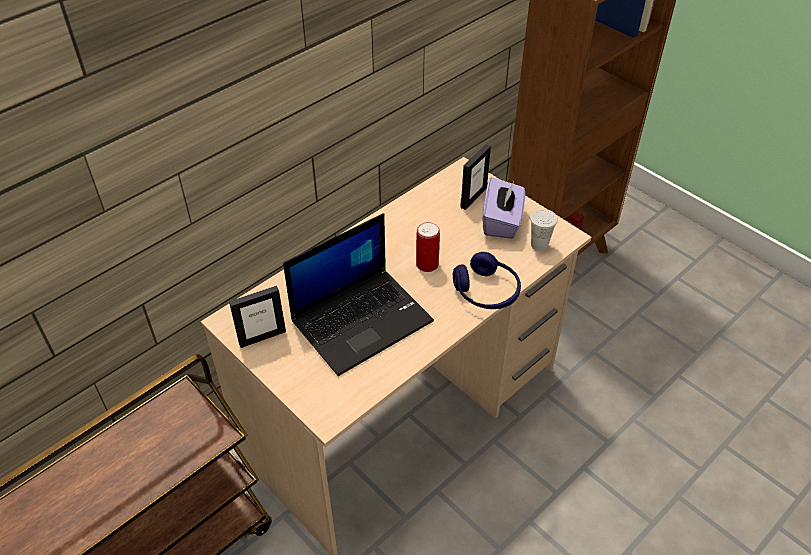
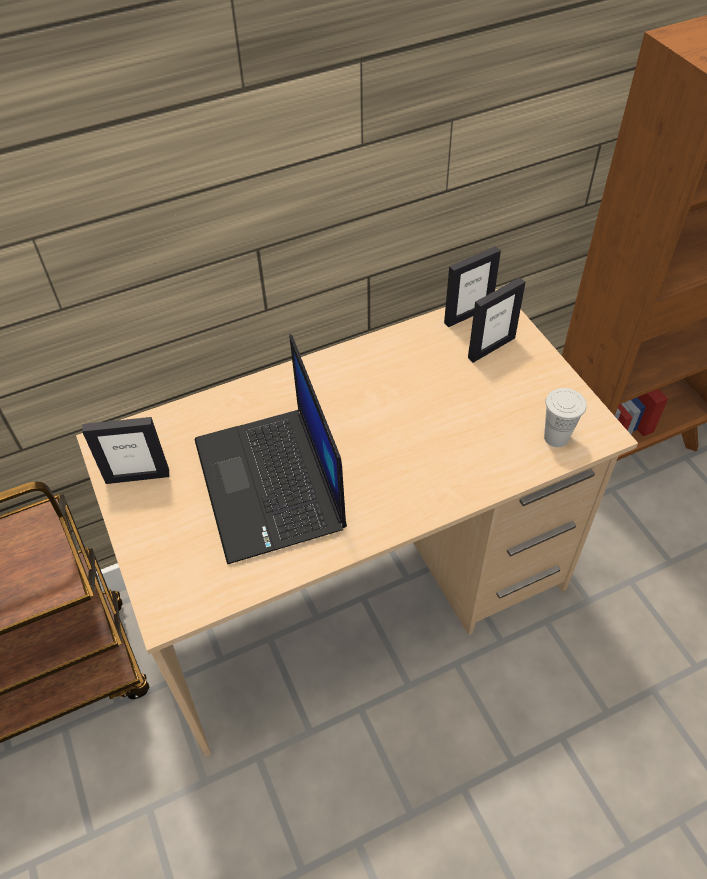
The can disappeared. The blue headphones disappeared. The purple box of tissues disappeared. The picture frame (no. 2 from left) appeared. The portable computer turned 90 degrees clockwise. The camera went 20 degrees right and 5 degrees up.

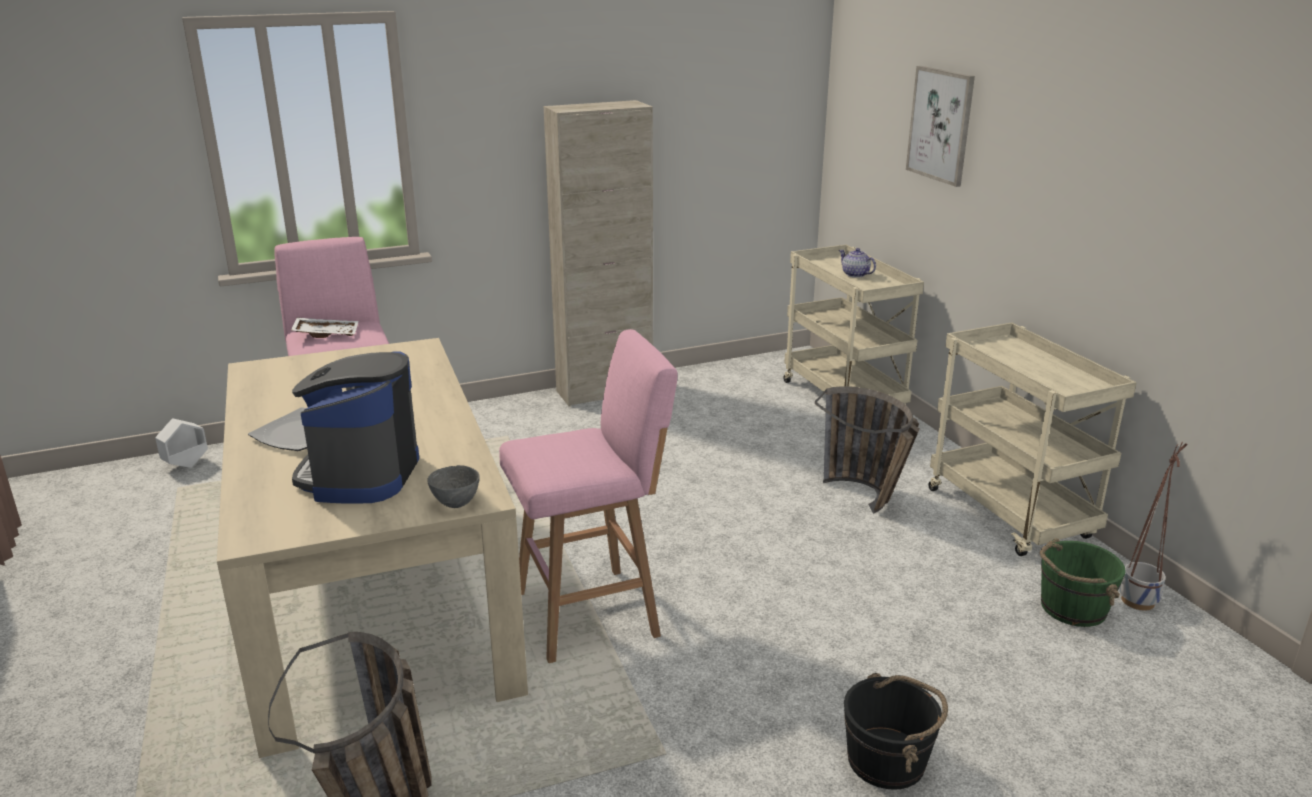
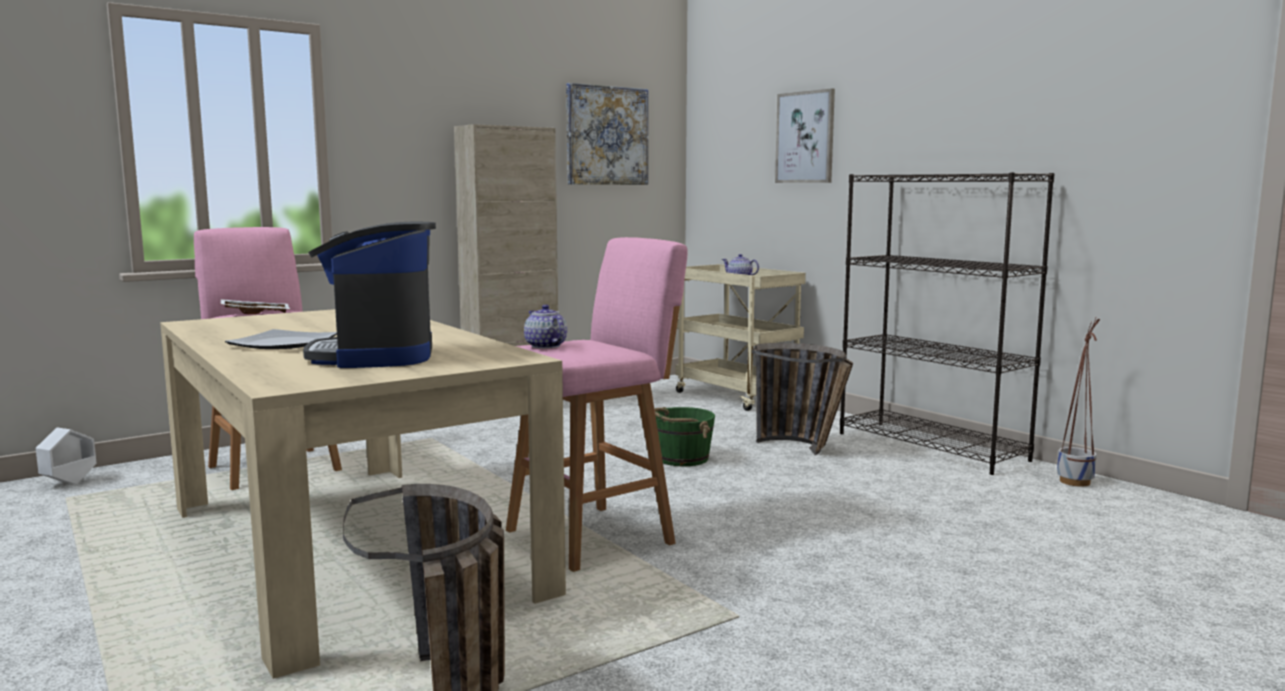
The gray deep dish disappeared. The blackish water bucket disappeared. The tea pot (no. 1 from left) appeared. The wall art (no. 1 from left) appeared. The greenish water bucket moved. The sand-coloured wheeled cart (no. 2 from left) was replaced by the blackish shelving unit. The camera went 15 degrees left and 15 degrees down.

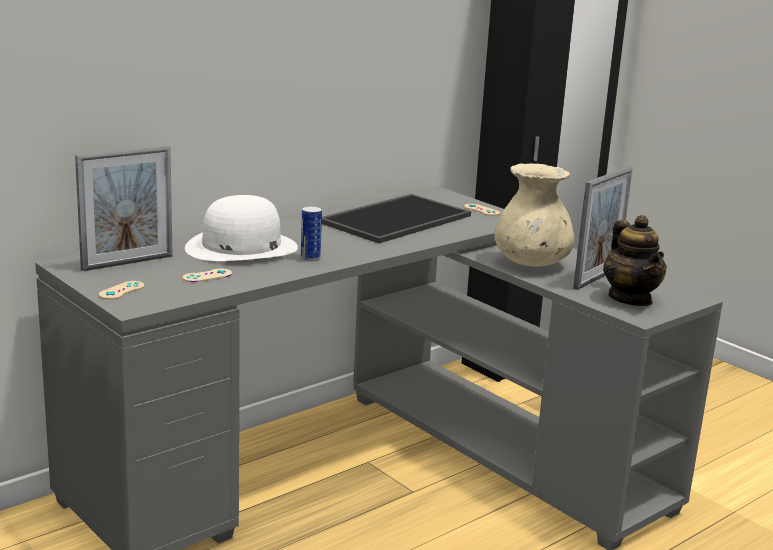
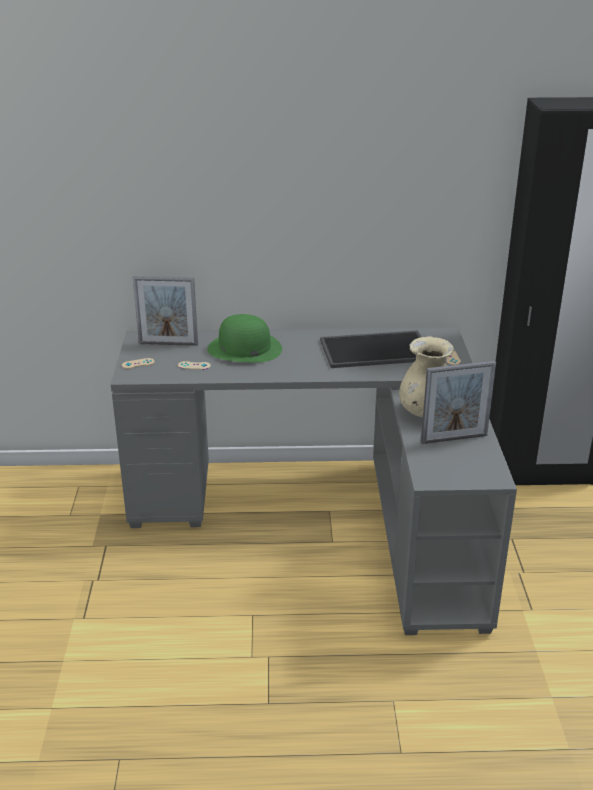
The can disappeared. The tea pot disappeared. The white-coloured clothing hat became the greenish clothing hat. The camera went 40 degrees right and 10 degrees up.

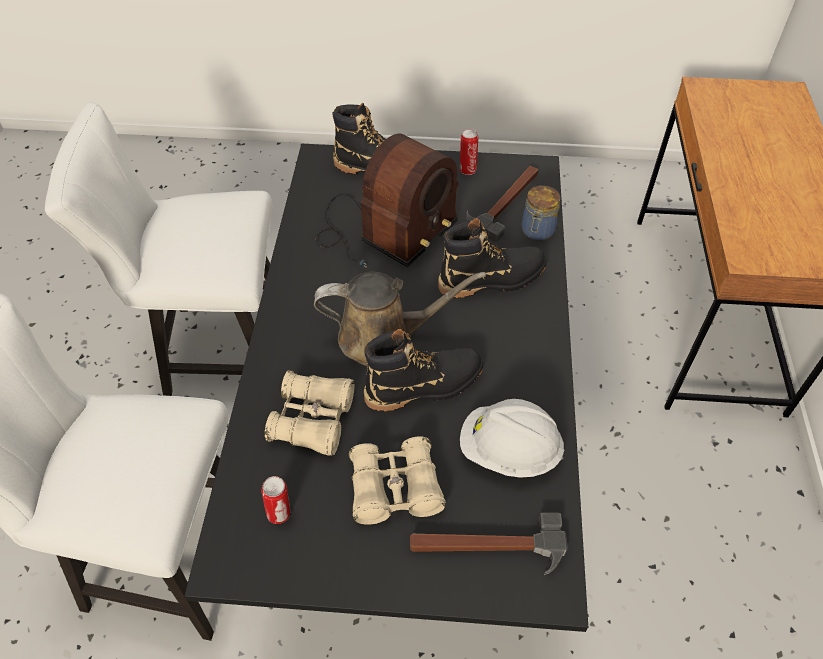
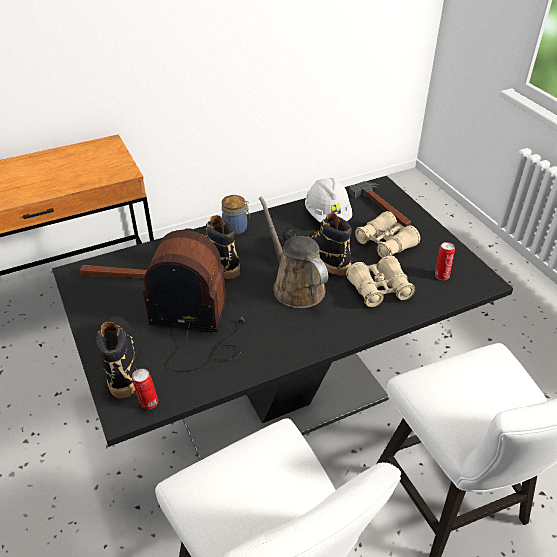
The can (no. 2 from left in the first image) moved. The storage jar moved. The camera went 120 degrees left and 10 degrees down.

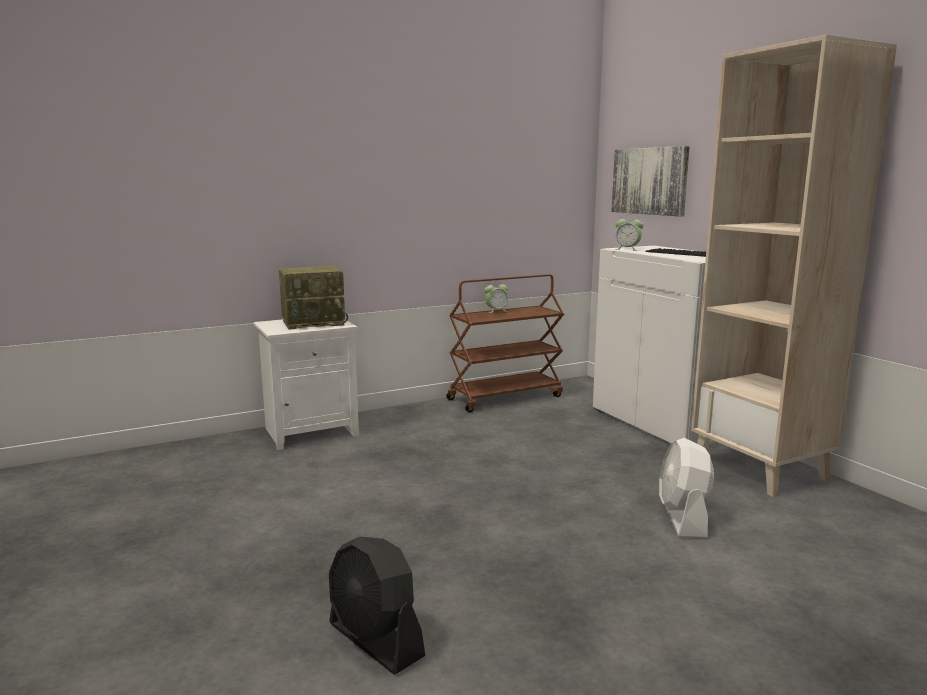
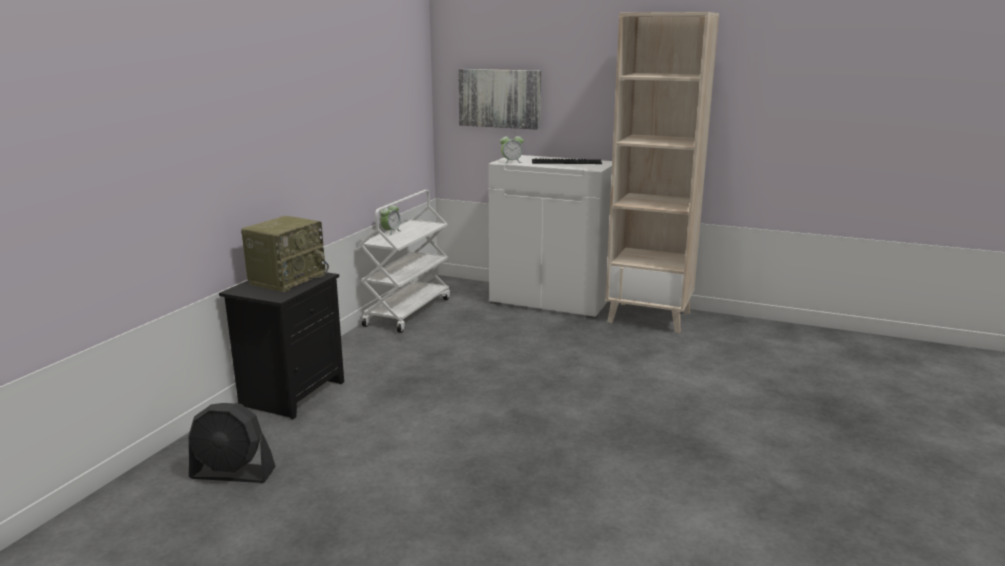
The white-coloured cooling fan disappeared. The blackish cooling fan moved. The white-coloured night table became the blackish night table. The brownish wheeled cart became the white-coloured wheeled cart. The camera went 40 degrees left and 5 degrees up.

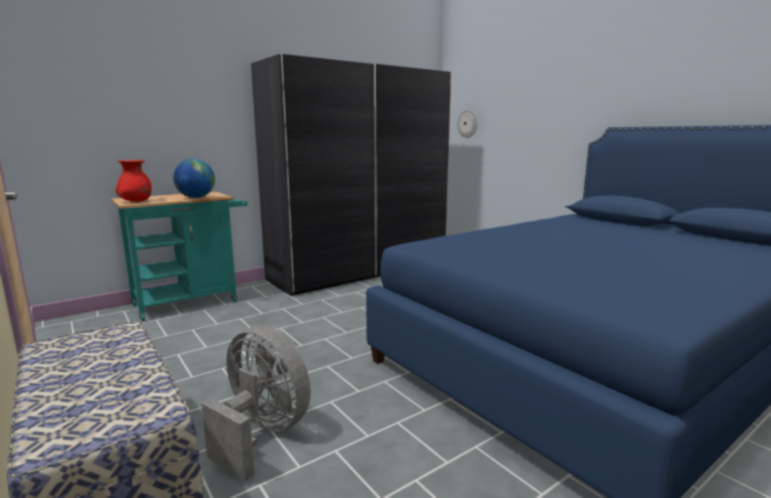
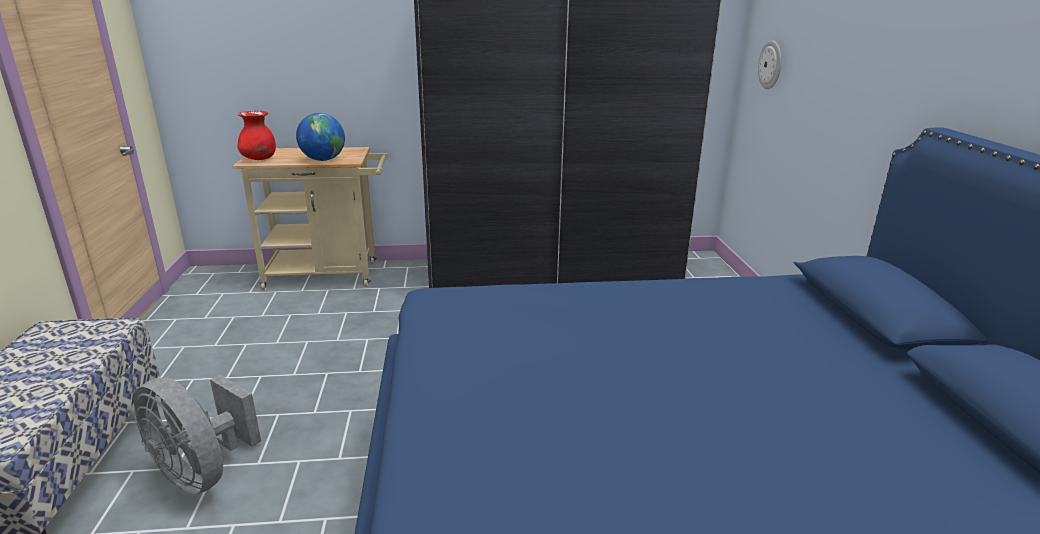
The blue-green wheeled cart became the sand-coloured wheeled cart. The gray cooling fan turned 150 degrees clockwise. The camera went 30 degrees right and 10 degrees up.

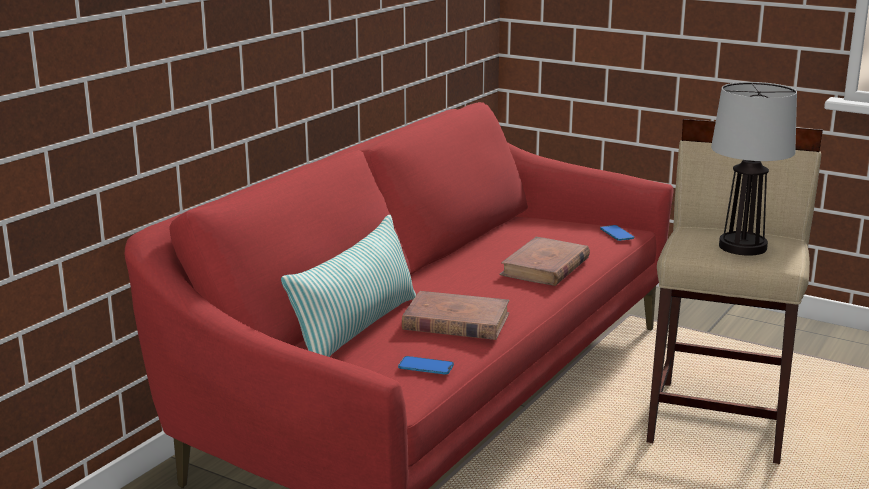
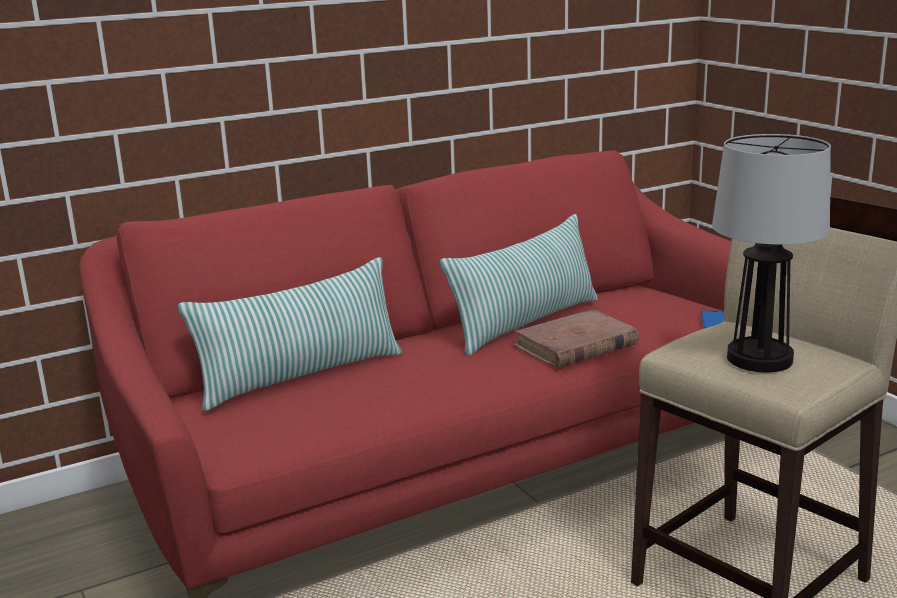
The phone (no. 1 from left) disappeared. The brownish volume (no. 1 from left) disappeared. The pillow (no. 2 from left) appeared. The camera went 30 degrees right and 0 degrees up.

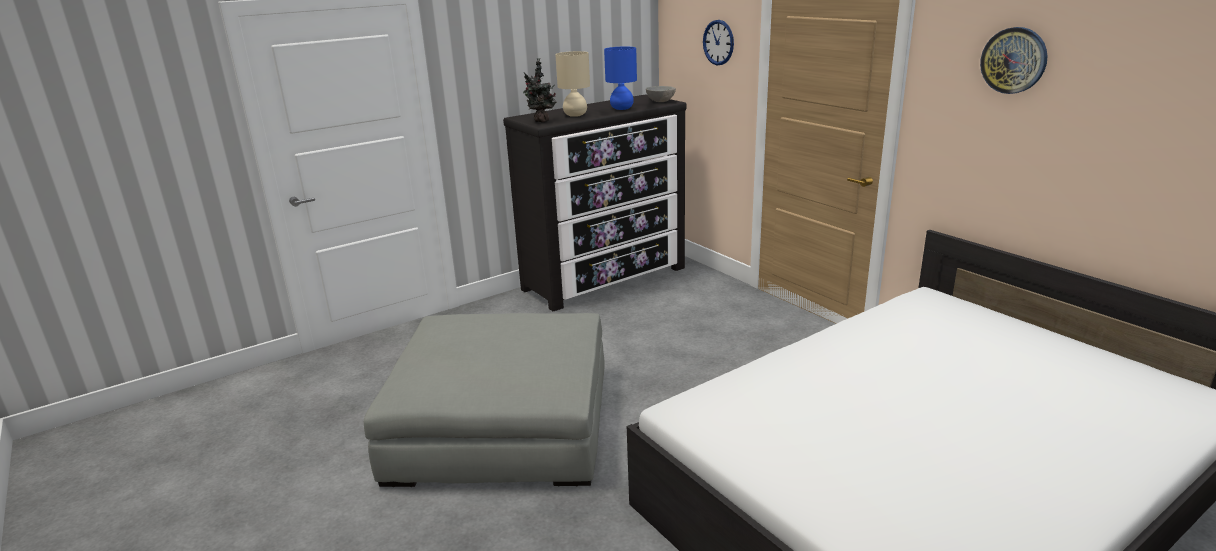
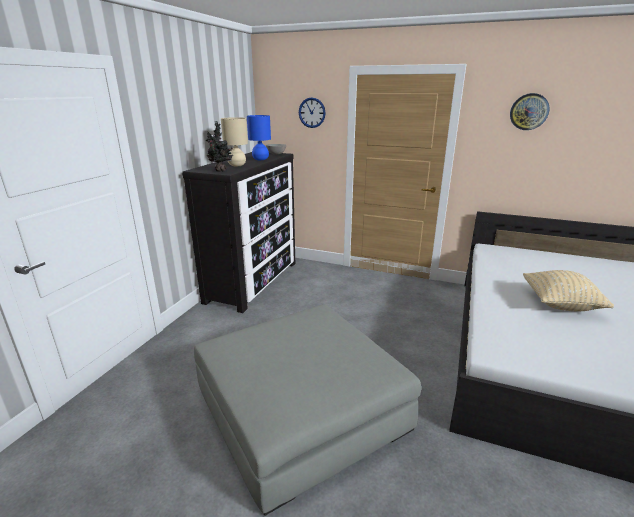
The sand-coloured pillow appeared. The camera went 35 degrees left and 0 degrees up.

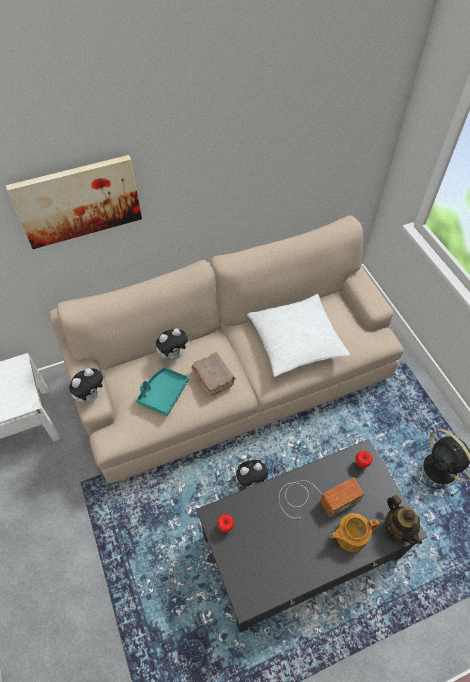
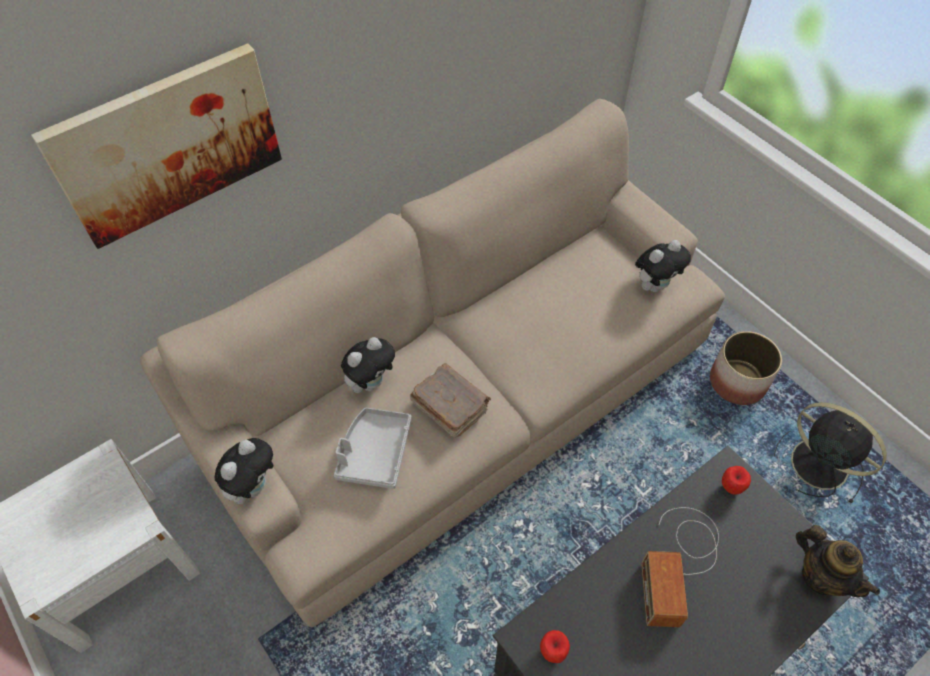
The white-coloured pillow disappeared. The tea pot (no. 1 from left) disappeared. The flower pot appeared. The plush toy (no. 3 from left) moved. The blue-green tray became the gray tray. The radio turned 135 degrees clockwise. The camera went 15 degrees left and 0 degrees up.

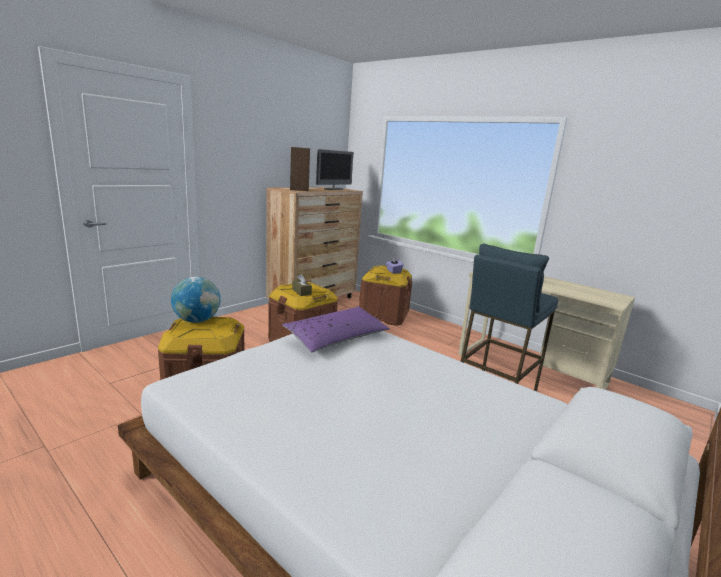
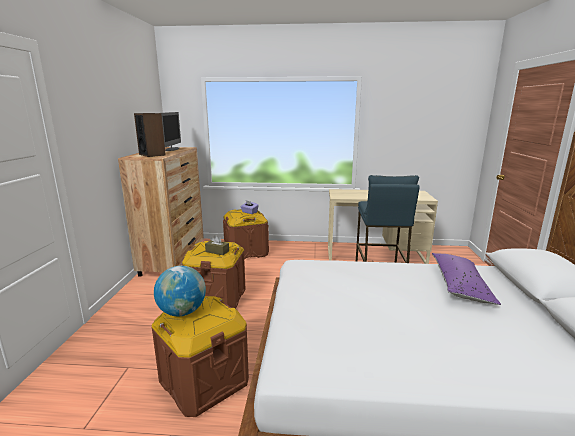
The purple pillow moved. The camera went 35 degrees left and 0 degrees up.

